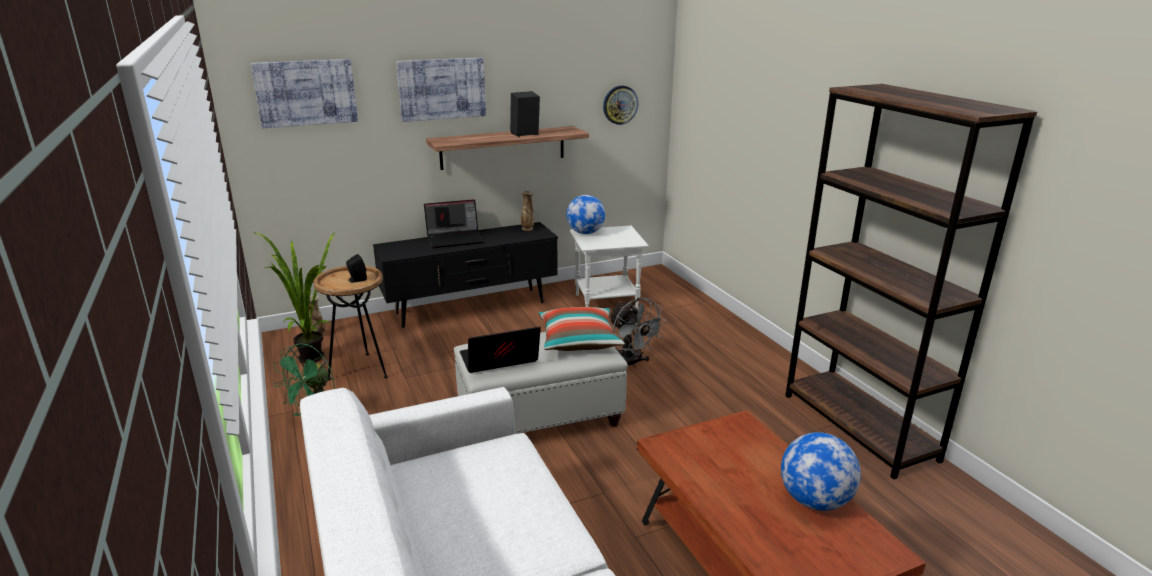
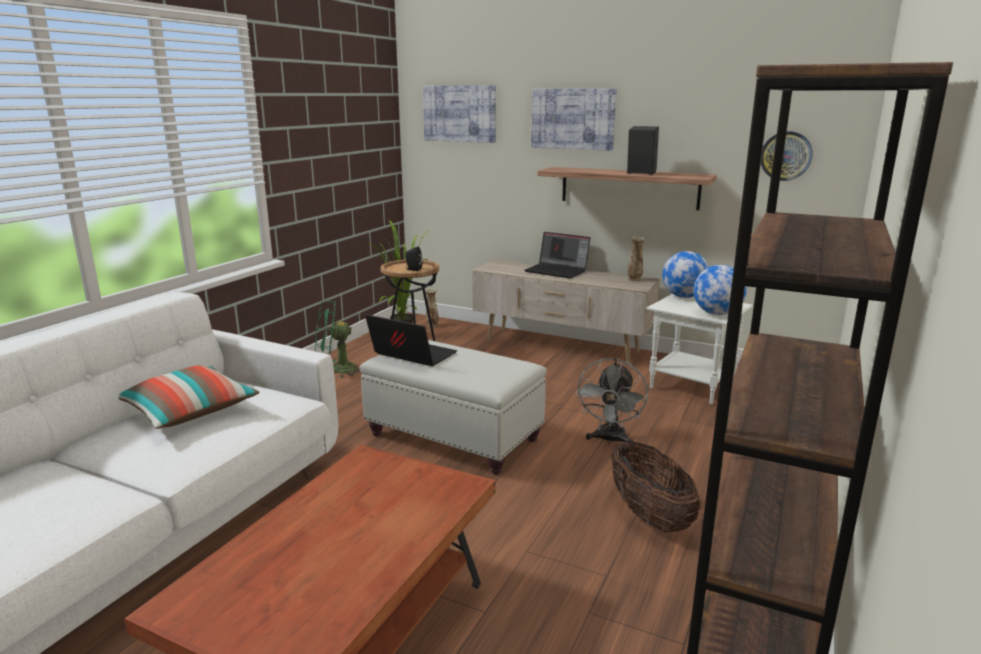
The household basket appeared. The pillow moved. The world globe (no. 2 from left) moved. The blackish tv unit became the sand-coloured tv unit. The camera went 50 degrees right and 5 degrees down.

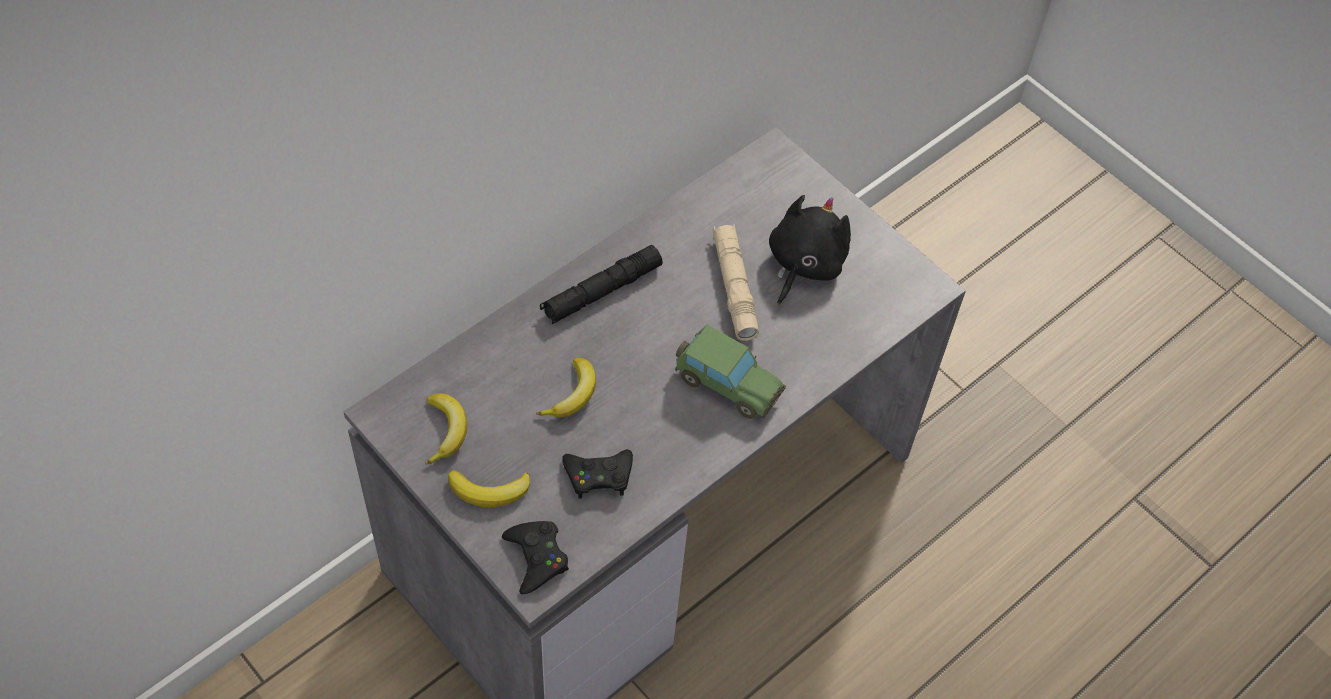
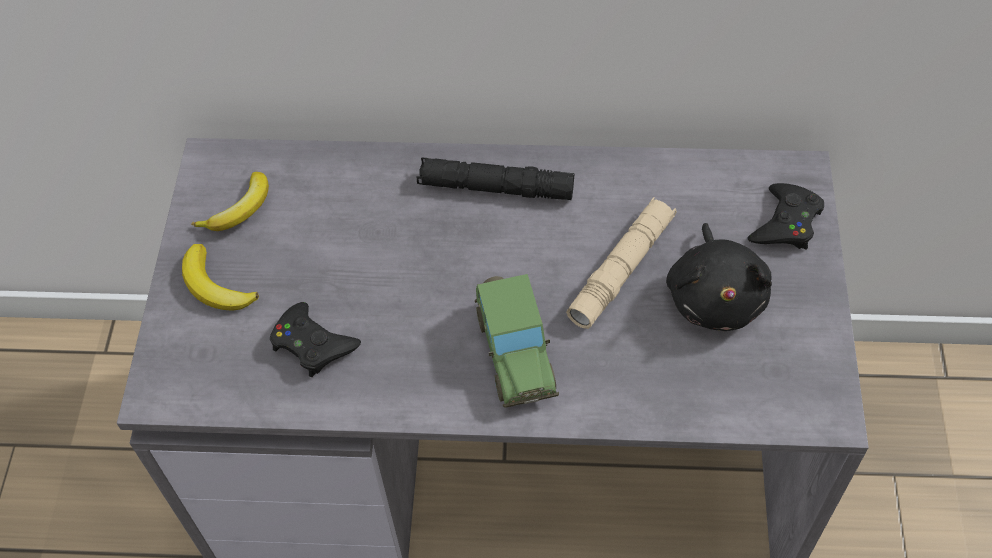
The banana (no. 3 from left) disappeared. The blackish game controller (no. 1 from left in the first image) moved. The blackish plush toy turned 105 degrees clockwise. The camera went 50 degrees right and 0 degrees up.

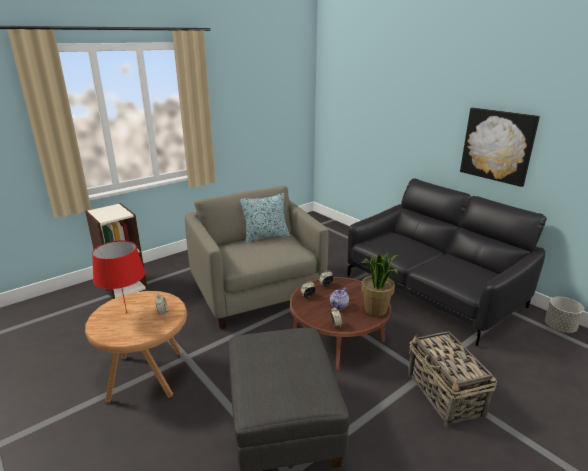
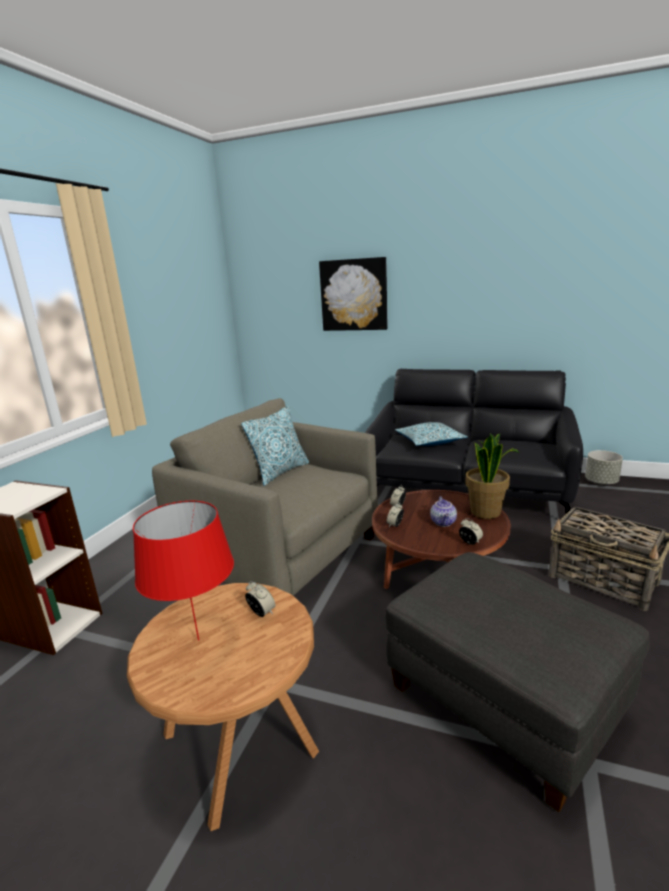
The pillow (no. 2 from left) appeared. The wall art moved. The camera went 30 degrees left and 5 degrees down.

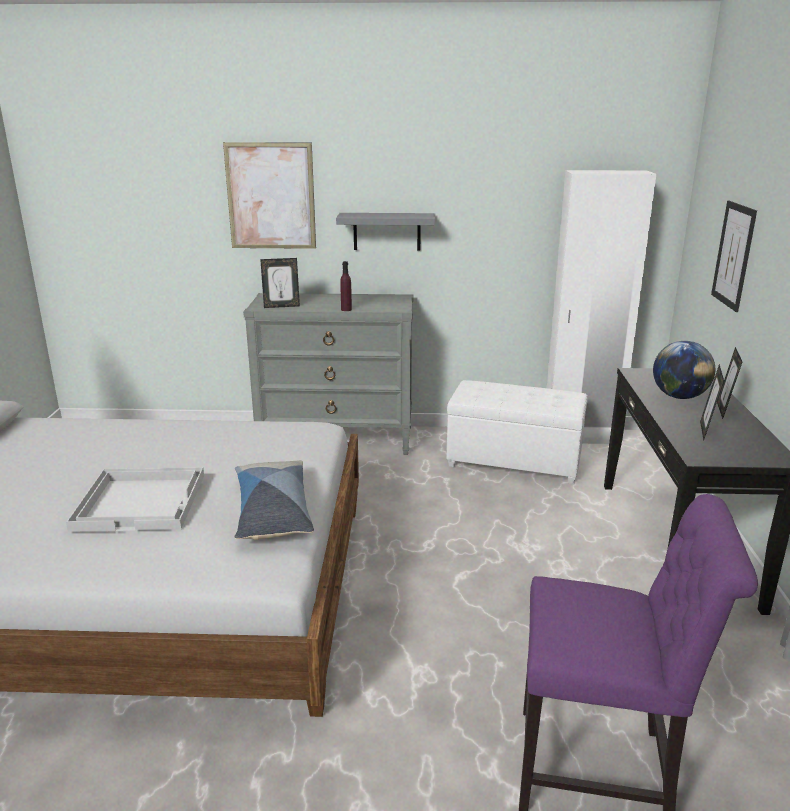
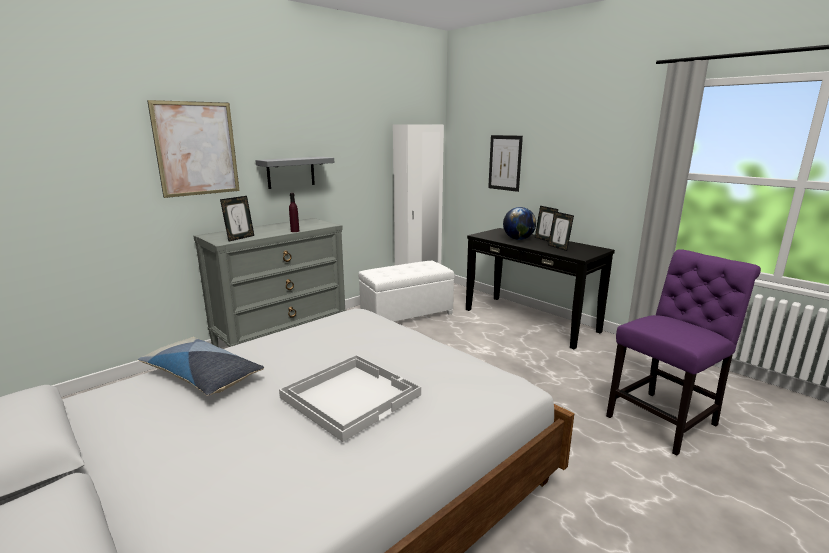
The pillow moved. The camera went 45 degrees left and 5 degrees down.

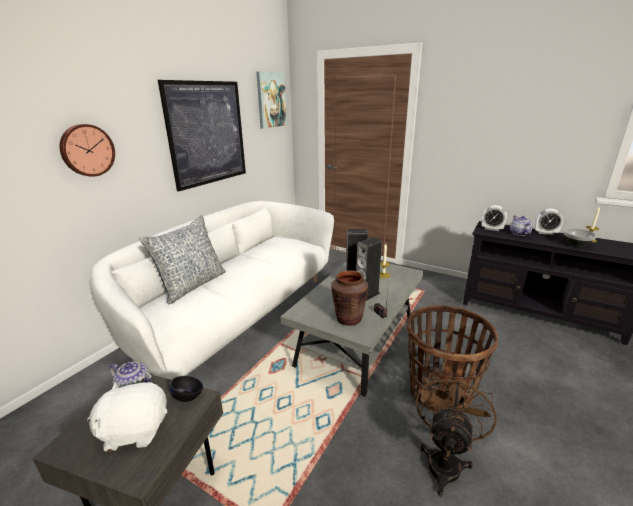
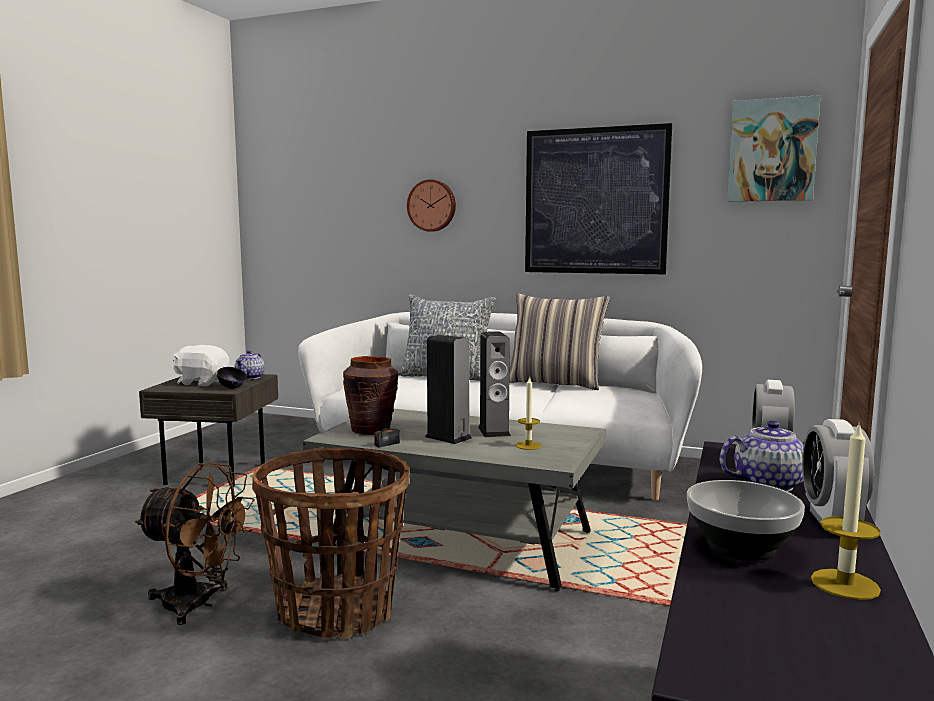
The pillow (no. 2 from left) appeared. The white-coloured plush toy turned 60 degrees counterclockwise. The camera went 80 degrees right and 15 degrees down.

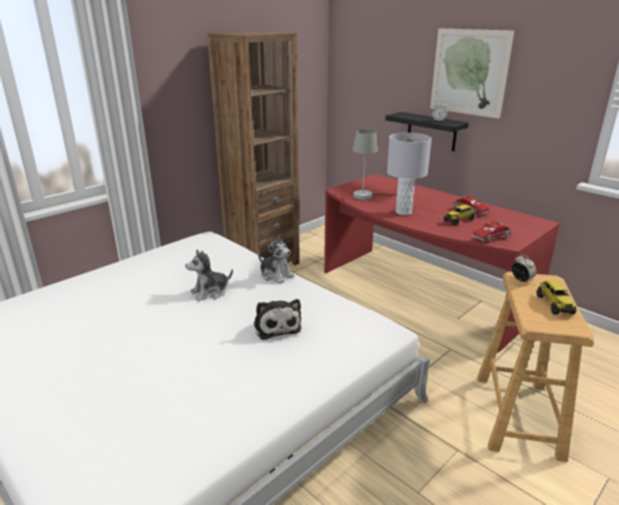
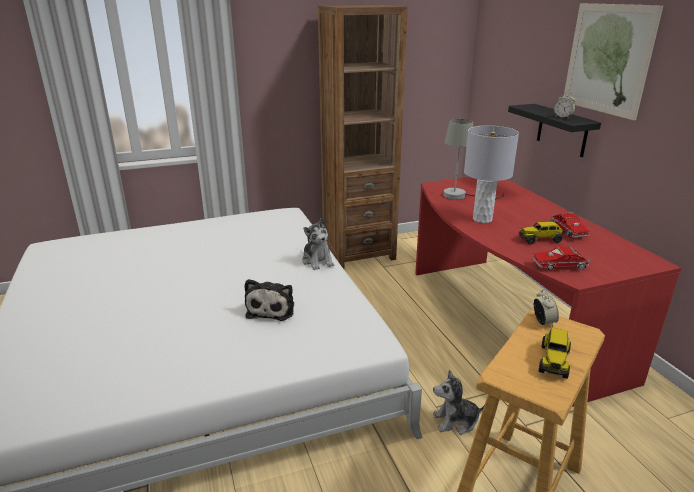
The plush toy (no. 1 from left in the first image) moved. The camera went 25 degrees right and 0 degrees up.

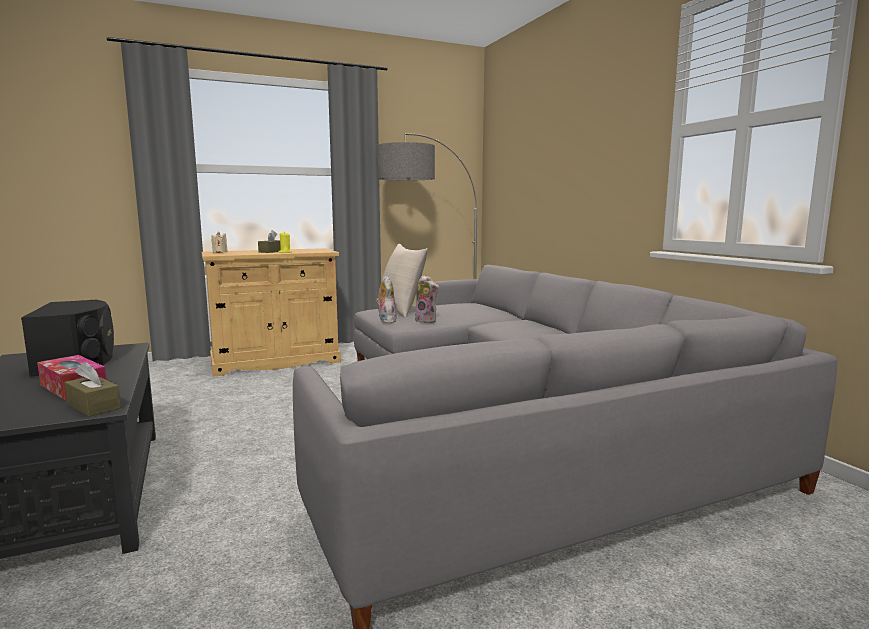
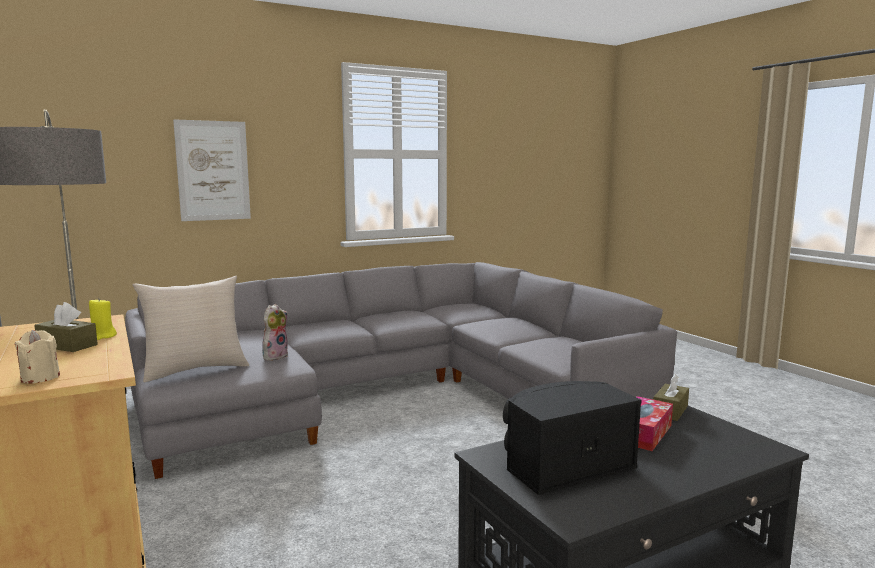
The plush toy (no. 1 from left) disappeared. The wall art appeared. The camera went 95 degrees left and 0 degrees up.

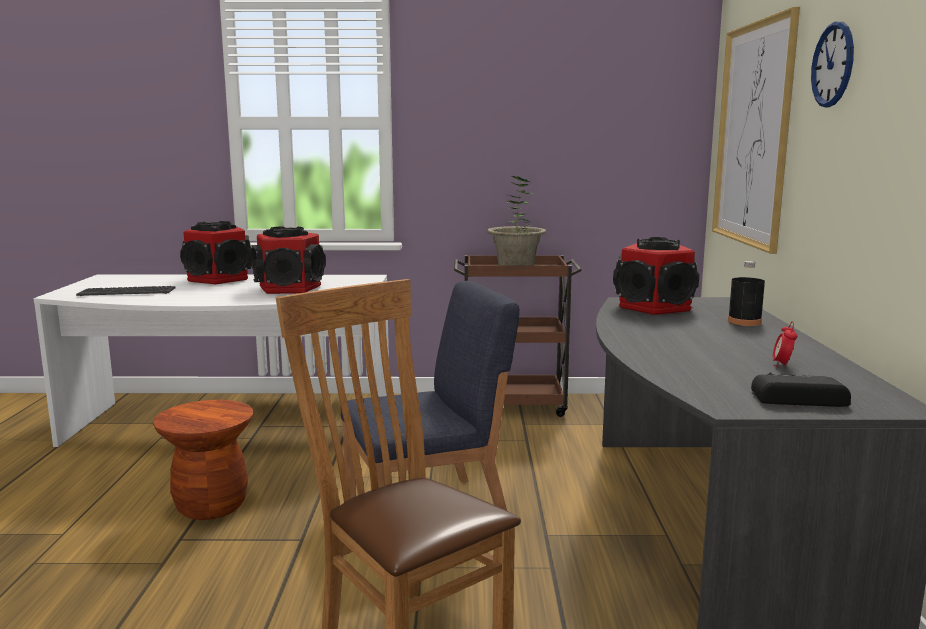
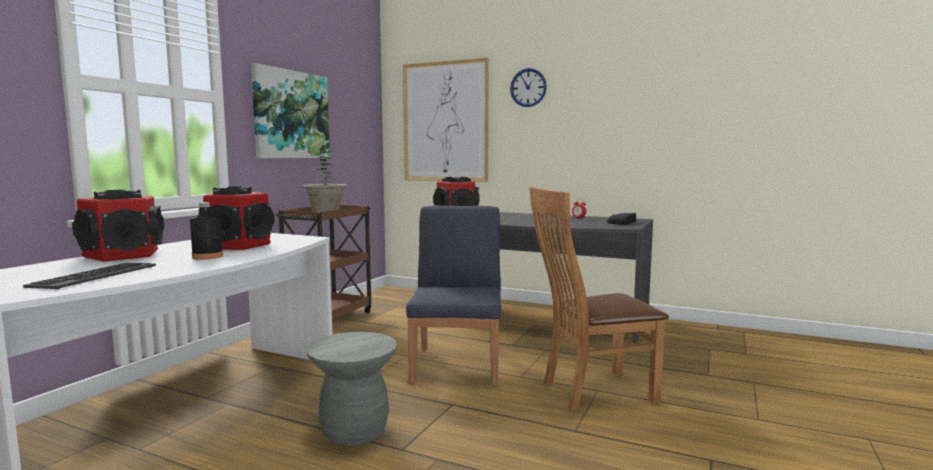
The wall art (no. 1 from left) appeared. The blackish bottle moved. The brownish sitting stool became the gray sitting stool. The camera went 65 degrees left and 5 degrees down.

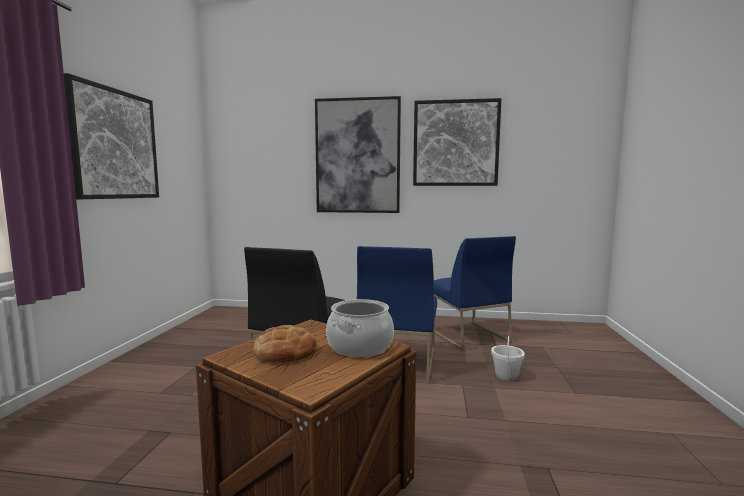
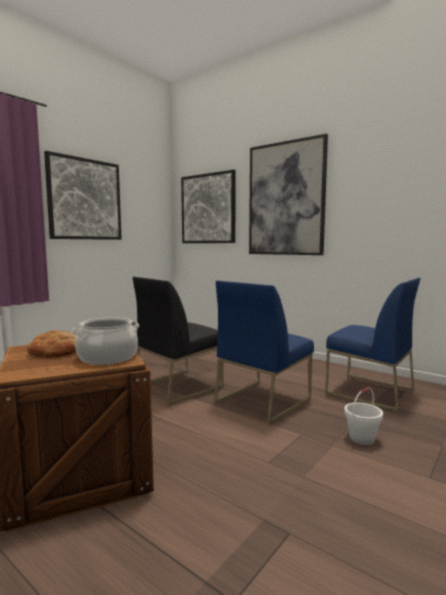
The wall art (no. 3 from left in the first image) moved. The blue plain chair (no. 2 from left) turned 60 degrees counterclockwise. The camera went 30 degrees right and 0 degrees up.

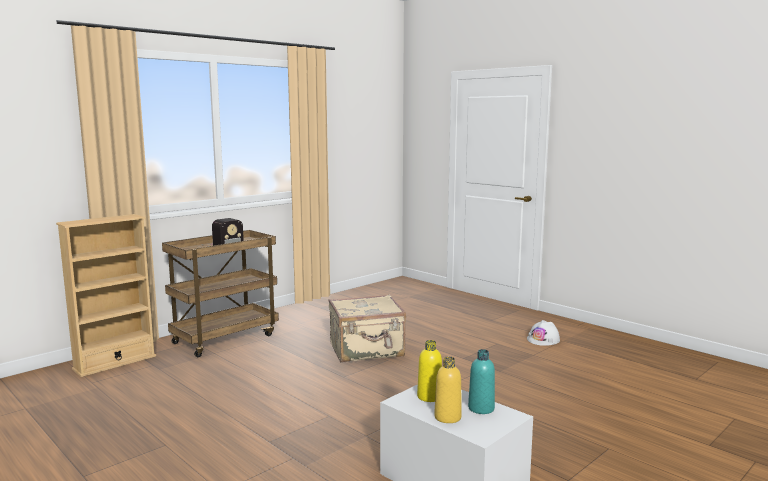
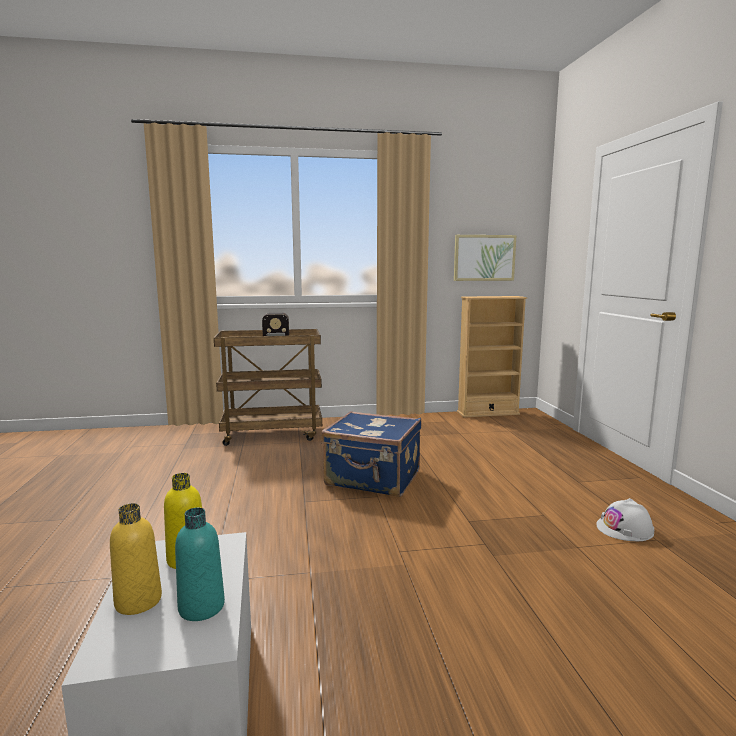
The wall art appeared. The sand-coloured shelving unit moved. The sand-coloured piece of luggage became the blue piece of luggage. The camera went 35 degrees right and 0 degrees up.

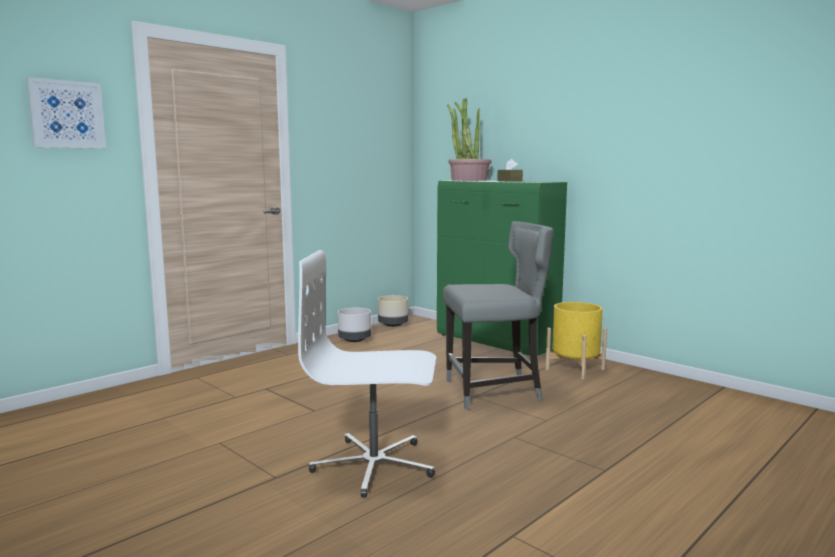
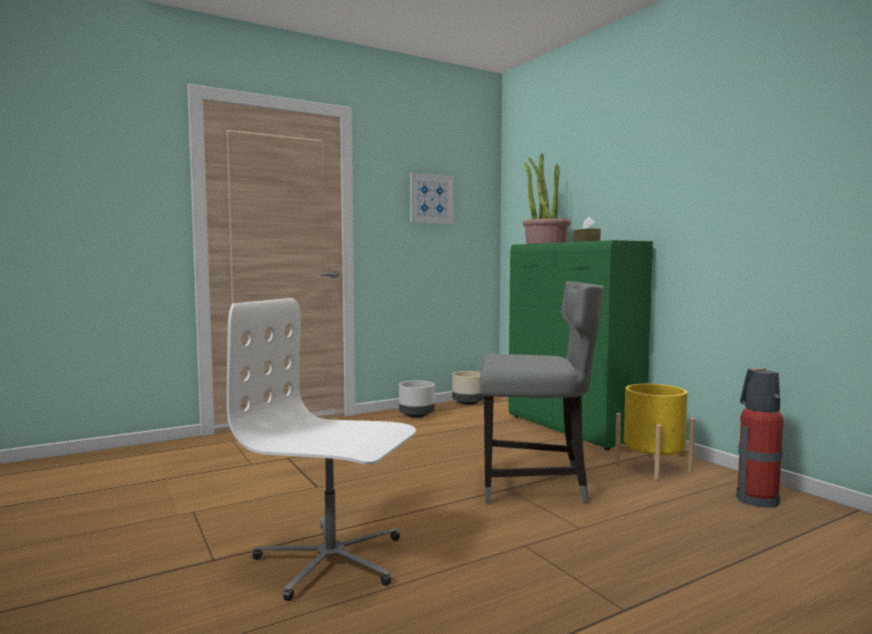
The extinguisher appeared. The wall art moved. The camera went 15 degrees right and 5 degrees down.

